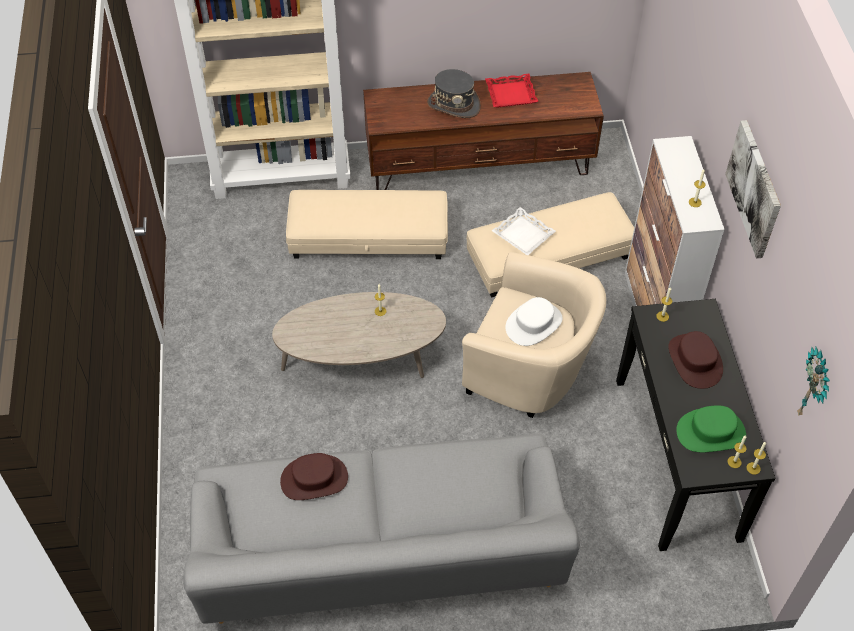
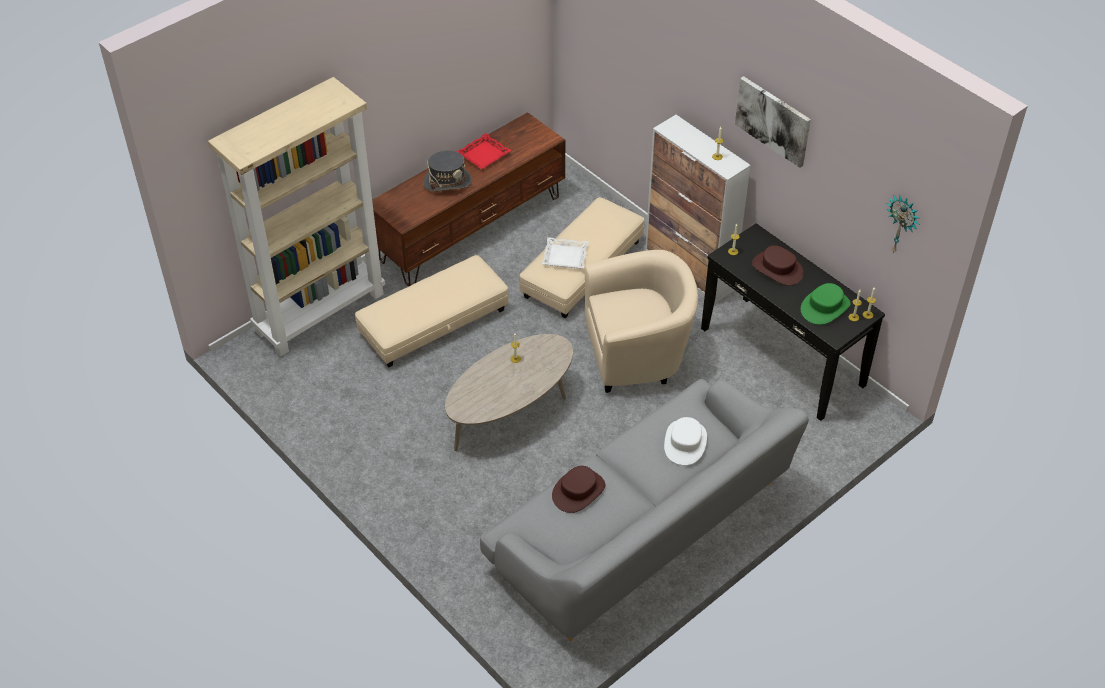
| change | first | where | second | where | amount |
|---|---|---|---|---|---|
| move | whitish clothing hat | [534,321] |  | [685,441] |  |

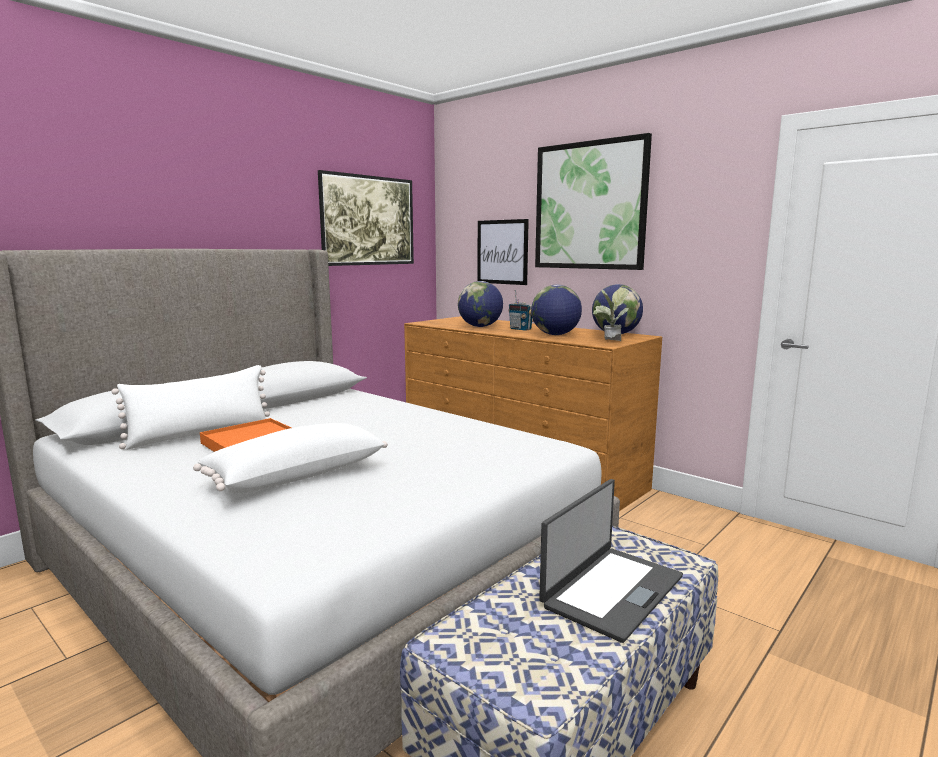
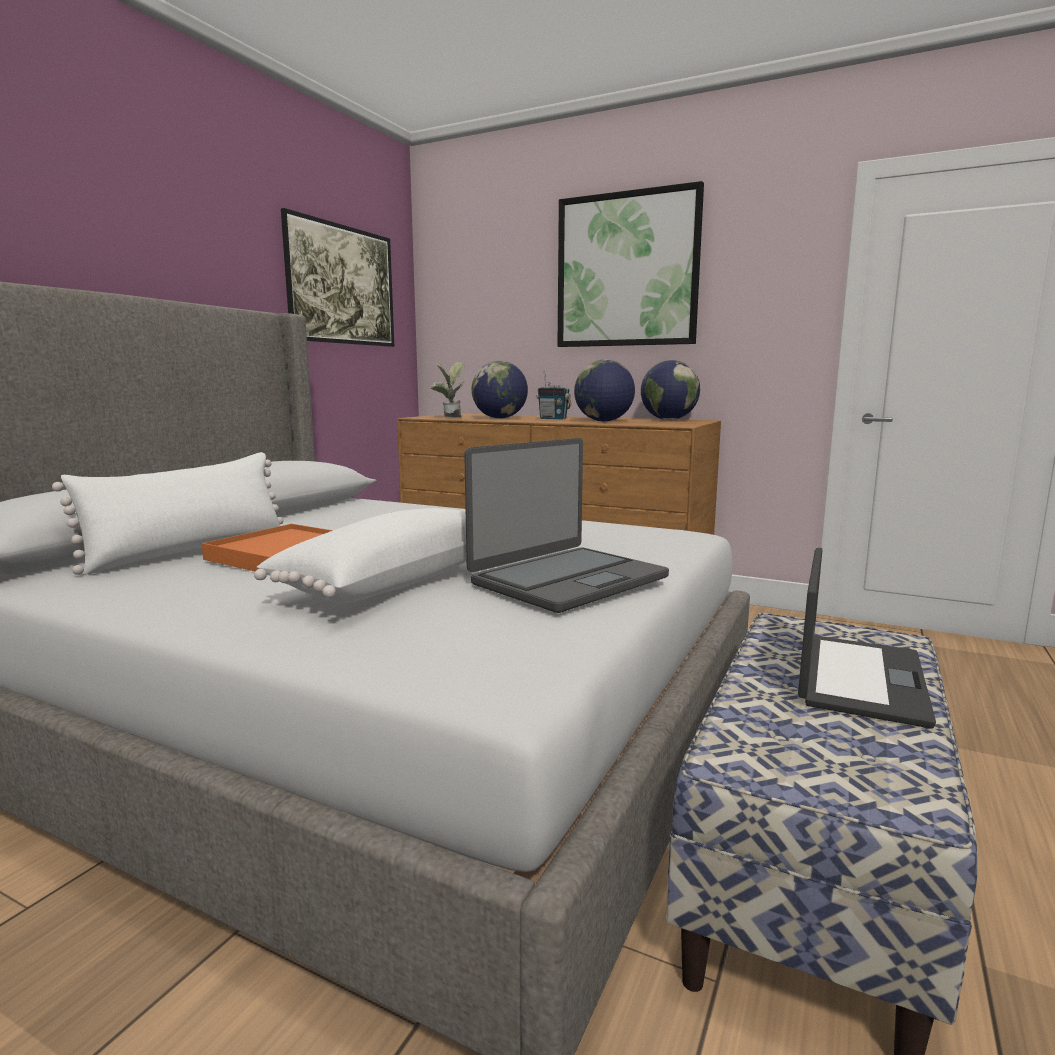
| change | first | where | second | where | amount |
|---|---|---|---|---|---|
| delete | wall picture | [503,252] |  |  |  |
| insert |  |  | portable computer | [566,525] |  |
| move | potted plant | [611,314] |  | [447,390] |  |

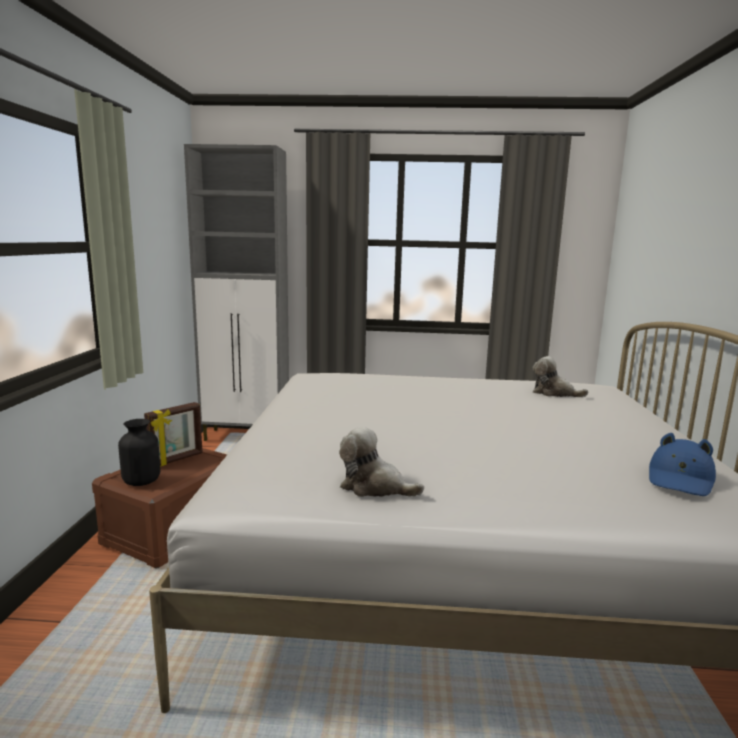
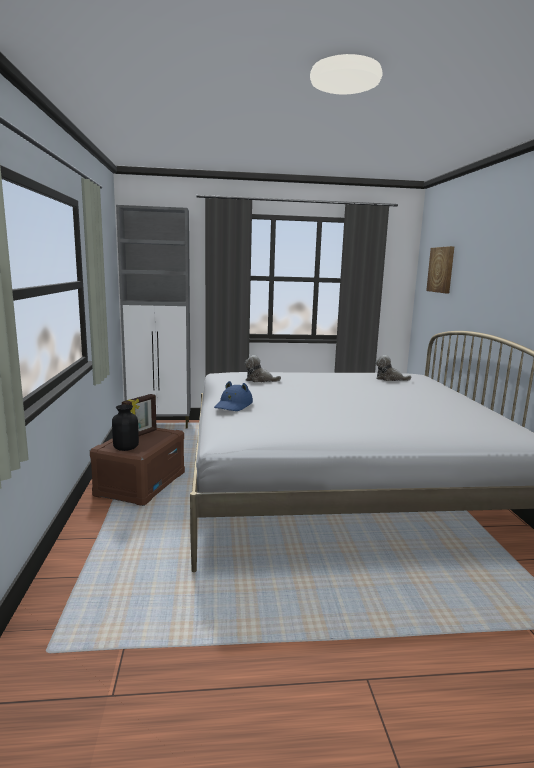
| change | first | where | second | where | amount |
|---|---|---|---|---|---|
| insert |  |  | wall picture | [440,269] |  |
| move | plush toy | [381,462] |  | [263,368] |  |
| move | bluish clothing hat | [682,464] |  | [233,396] |  |

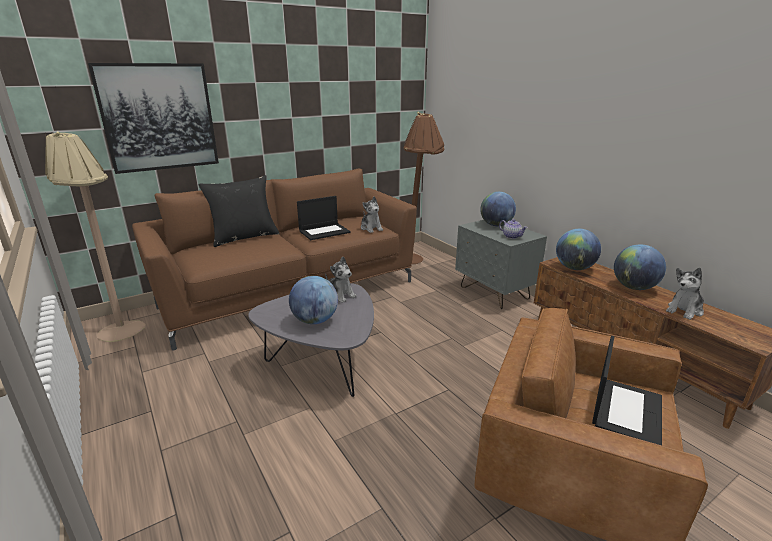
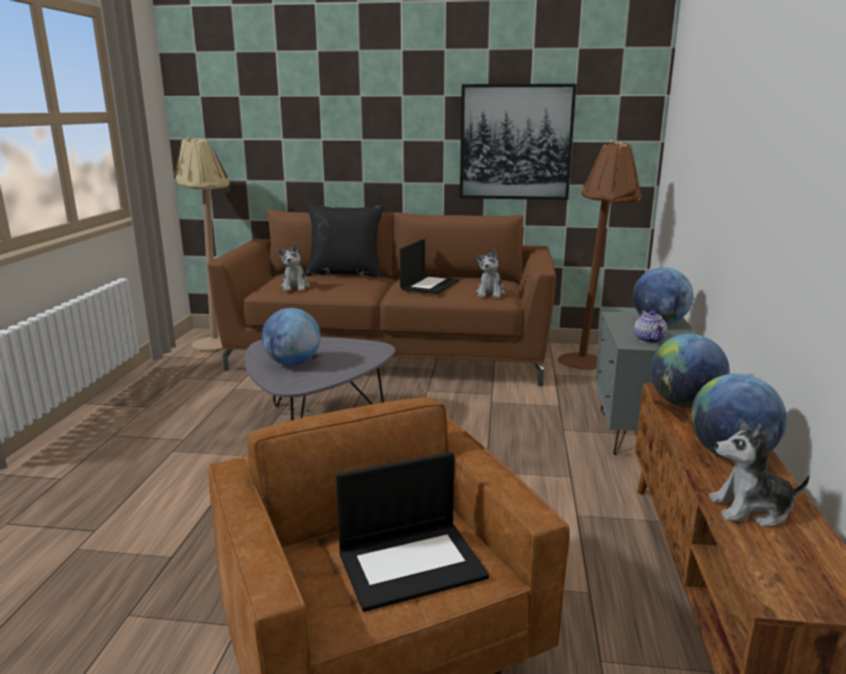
| change | first | where | second | where | amount |
|---|---|---|---|---|---|
| move | wall picture | [153,118] |  | [518,142] |  |
| move | plush toy | [341,280] |  | [293,267] |  |
| rotate | portable computer | [324,218] |  | [429,266] | 75 degrees counterclockwise |

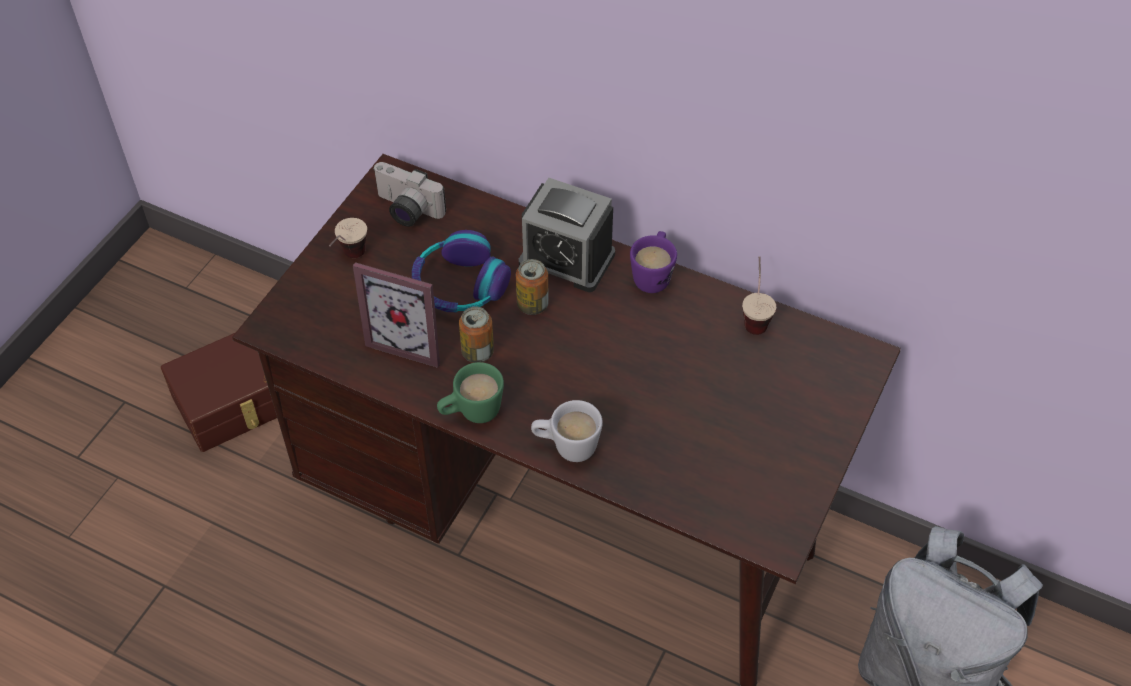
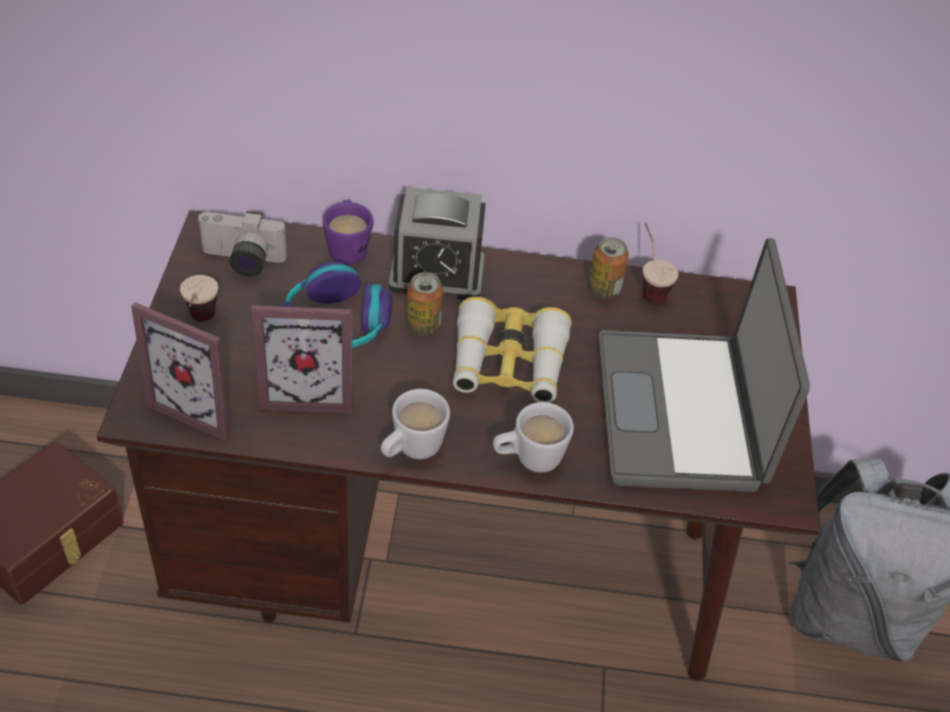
| change | first | where | second | where | amount |
|---|---|---|---|---|---|
| insert |  |  | picture frame | [180,371] |  |
| insert |  |  | binoculars | [512,350] |  |
| insert |  |  | portable computer | [704,365] |  |
| move | sealed can | [476,334] |  | [608,268] |  |
| move | purple mug | [653,262] |  | [348,232] |  |
| recolor | green mug | [470,392] | whitish mug | [415,424] |  |

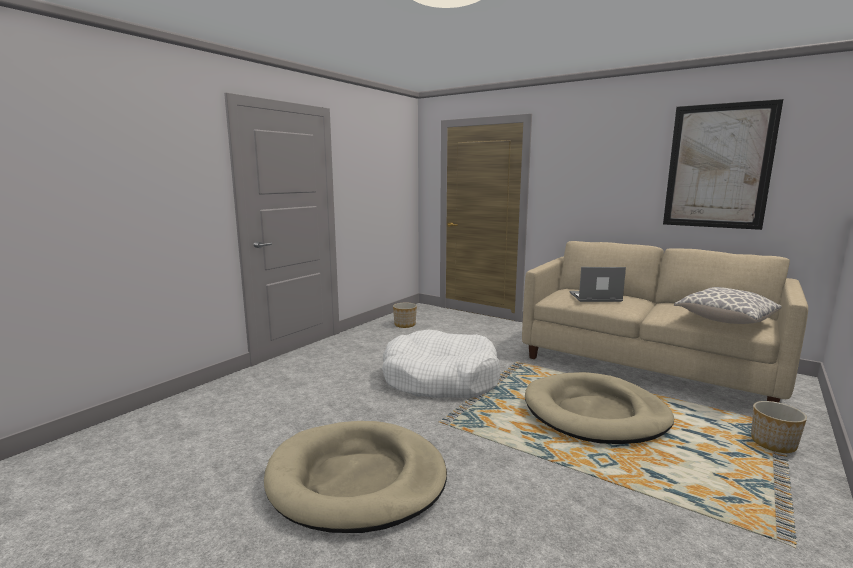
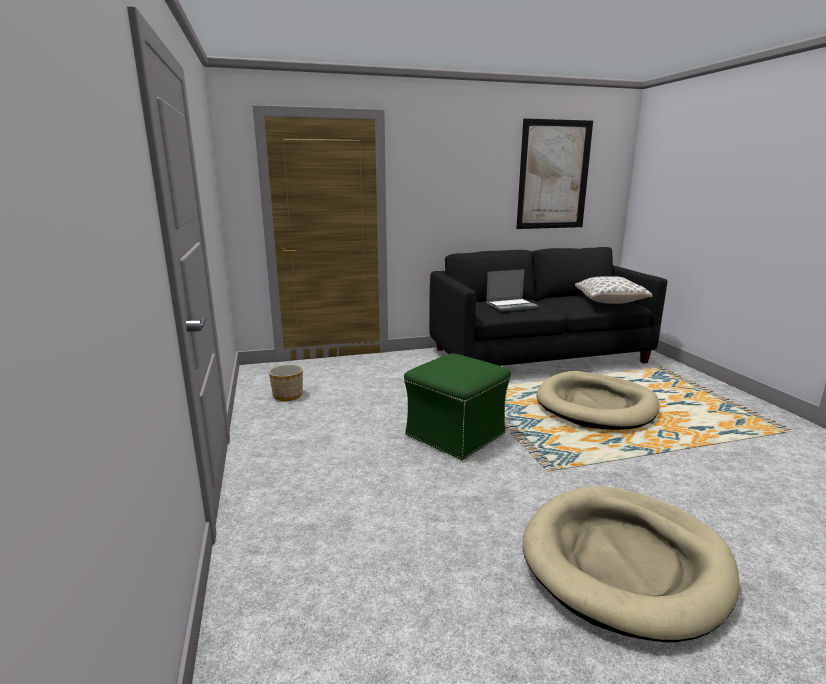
| change | first | where | second | where | amount |
|---|---|---|---|---|---|
| delete | plant pot | [779,427] |  |  |  |
| replace | whitish dog bed | [441,364] | green pouffe | [457,406] |  |
| recolor | sand-coloured sofa | [665,322] | black sofa | [548,306] |  |
| rotate | portable computer | [598,284] |  | [512,290] | 150 degrees counterclockwise |

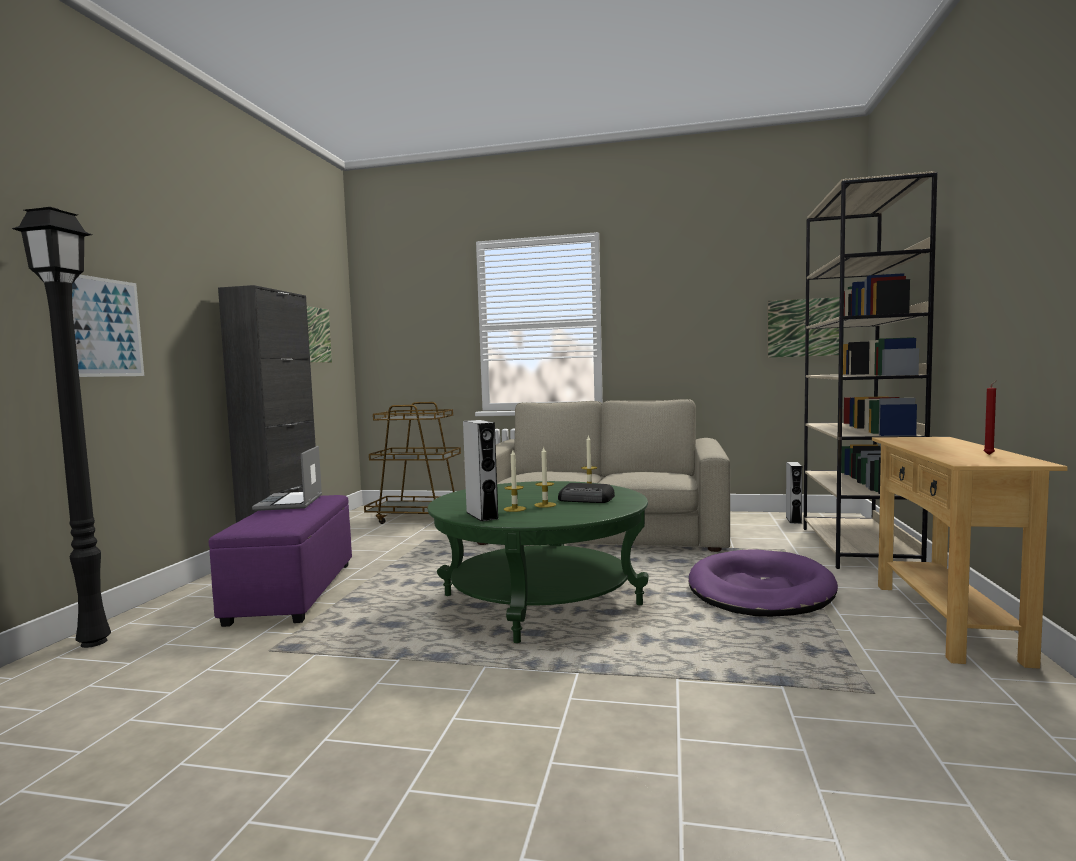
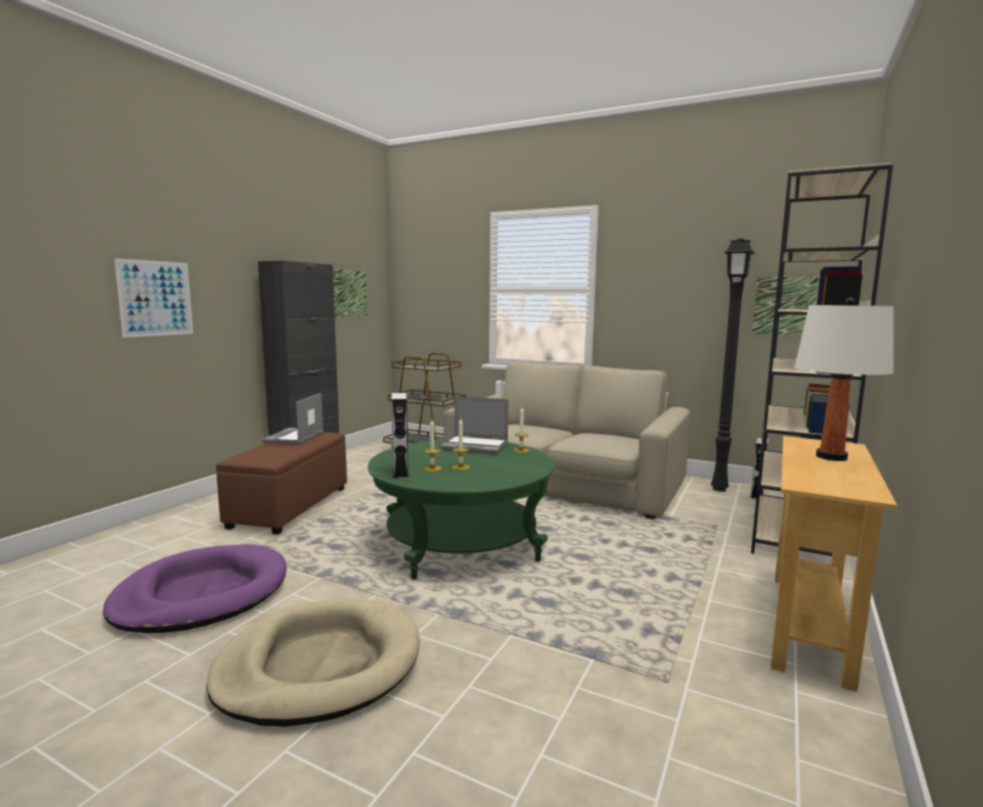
| change | first | where | second | where | amount |
|---|---|---|---|---|---|
| delete | radio | [586,493] |  |  |  |
| delete | red-coloured wax candle | [990,417] |  |  |  |
| insert |  |  | sand-coloured dog bed | [313,663] |  |
| insert |  |  | portable computer | [474,425] |  |
| insert |  |  | whitish tabletop lamp | [844,379] |  |
| move | black floor lamp | [61,427] |  | [733,365] |  |
| move | purple dog bed | [763,583] |  | [195,588] |  |
| recolor | purple pouffe | [280,561] | brown-coloured pouffe | [281,483] |  |

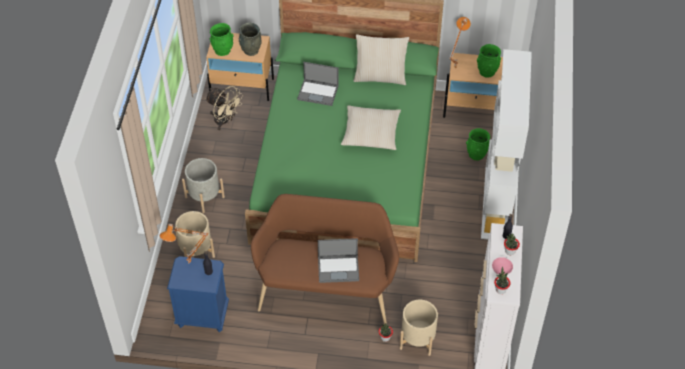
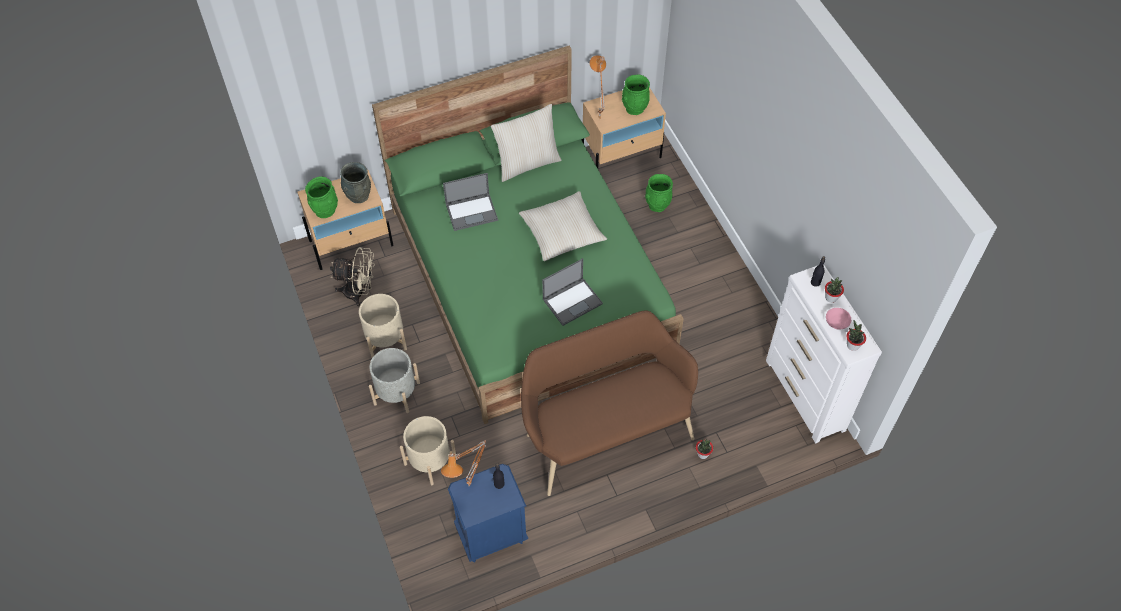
| change | first | where | second | where | amount |
|---|---|---|---|---|---|
| delete | whitish shelving unit | [506,144] |  |  |  |
| move | portable computer | [338,260] |  | [572,292] |  |
| move | sand-coloured plant pot | [419,328] |  | [383,326] |  |

